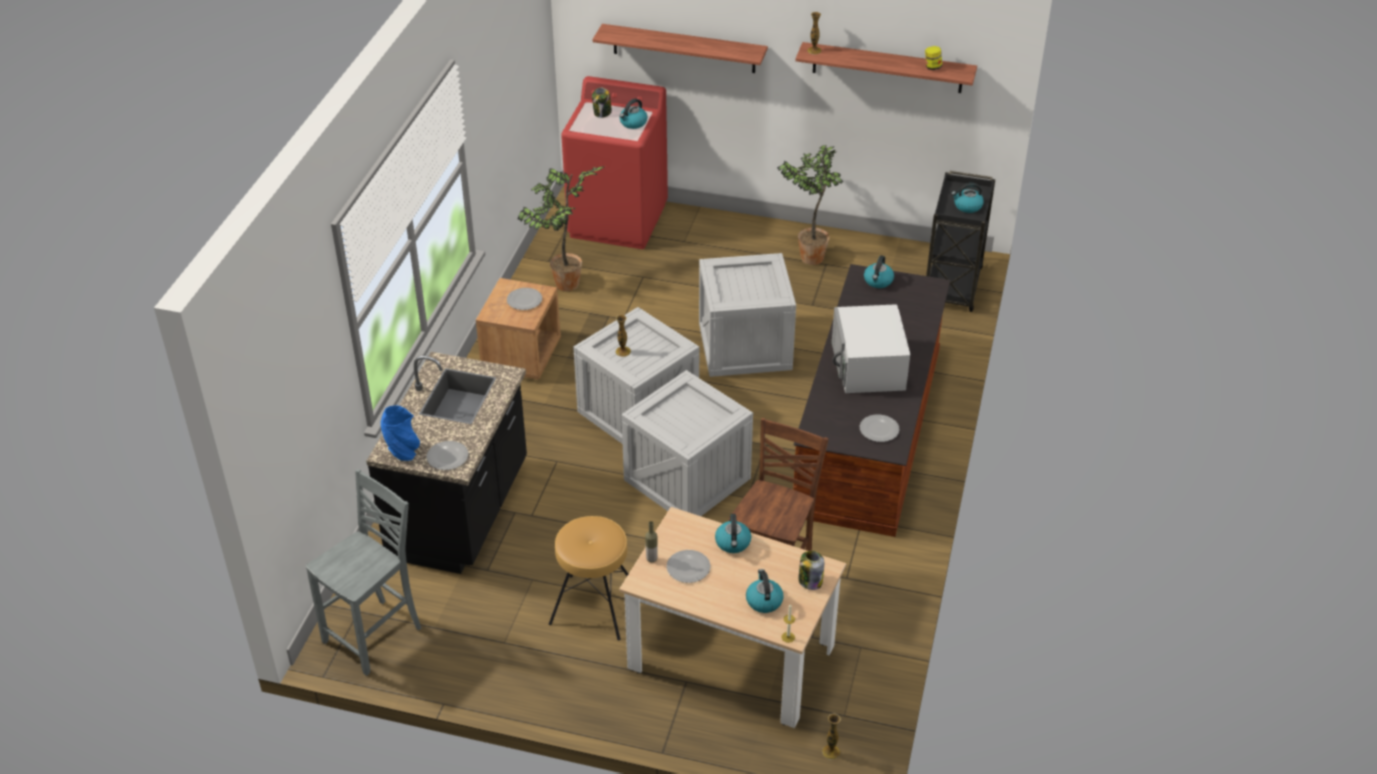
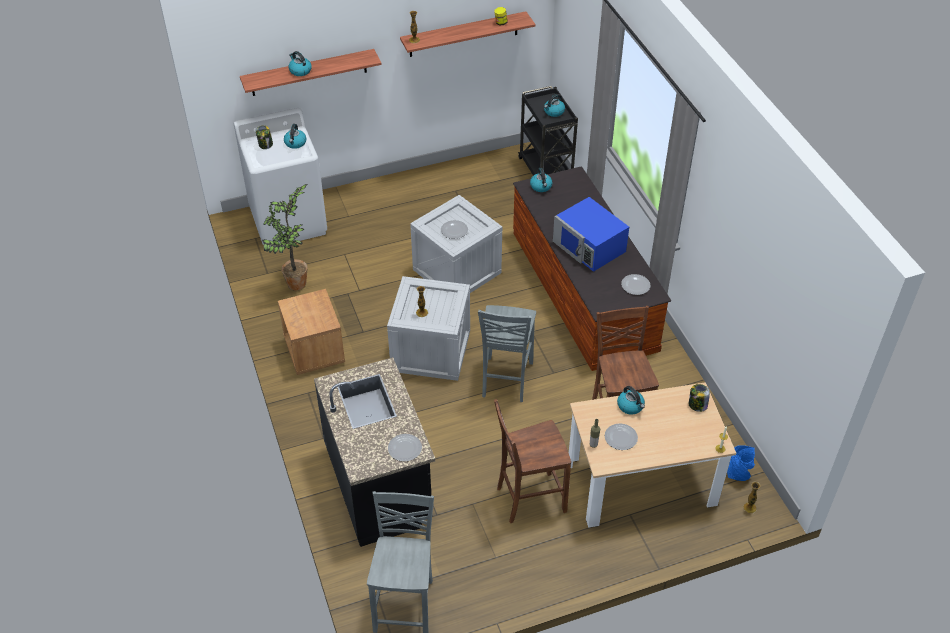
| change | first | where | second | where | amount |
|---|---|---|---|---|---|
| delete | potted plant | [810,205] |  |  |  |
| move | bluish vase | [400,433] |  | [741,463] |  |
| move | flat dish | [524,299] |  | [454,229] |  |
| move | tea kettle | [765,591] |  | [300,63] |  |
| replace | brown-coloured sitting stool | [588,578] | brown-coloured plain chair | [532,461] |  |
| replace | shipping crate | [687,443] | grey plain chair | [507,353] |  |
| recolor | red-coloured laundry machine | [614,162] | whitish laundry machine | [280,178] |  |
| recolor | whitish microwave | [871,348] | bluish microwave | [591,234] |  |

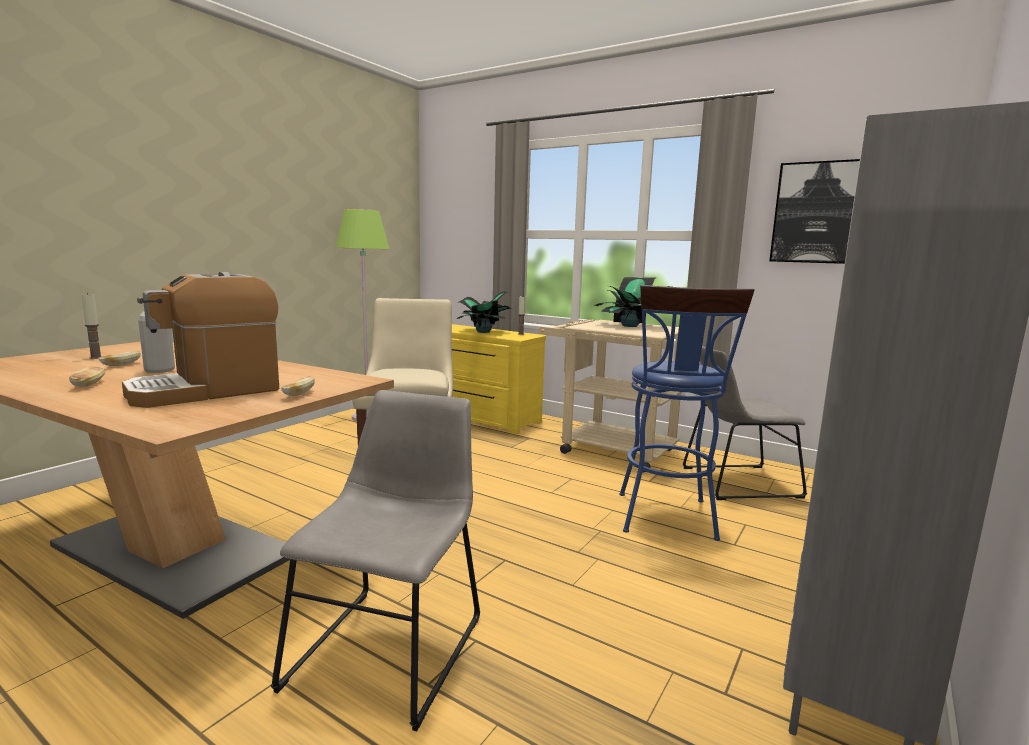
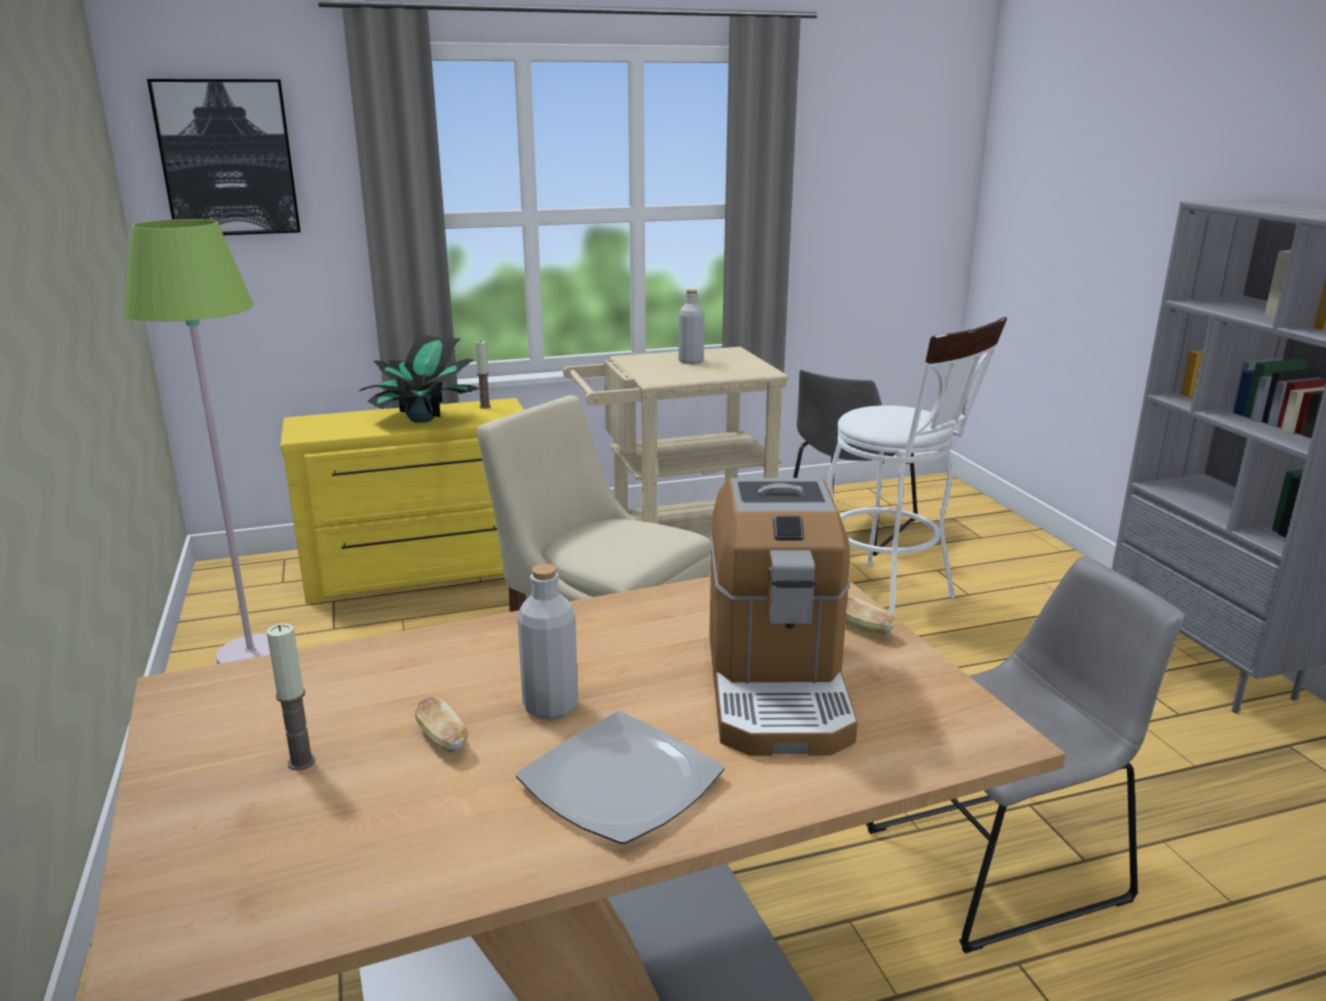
| change | first | where | second | where | amount |
|---|---|---|---|---|---|
| move | wall picture | [814,211] |  | [224,157] |  |
| replace | bread | [87,376] | flat dish | [620,777] |  |
| replace | potted plant | [633,302] | grey bottle | [691,326] |  |
| recolor | bluish sitting stool | [687,413] | whitish sitting stool | [917,466] |  |
| rotate | grey plain chair | [375,561] |  | [1025,755] | 105 degrees clockwise |

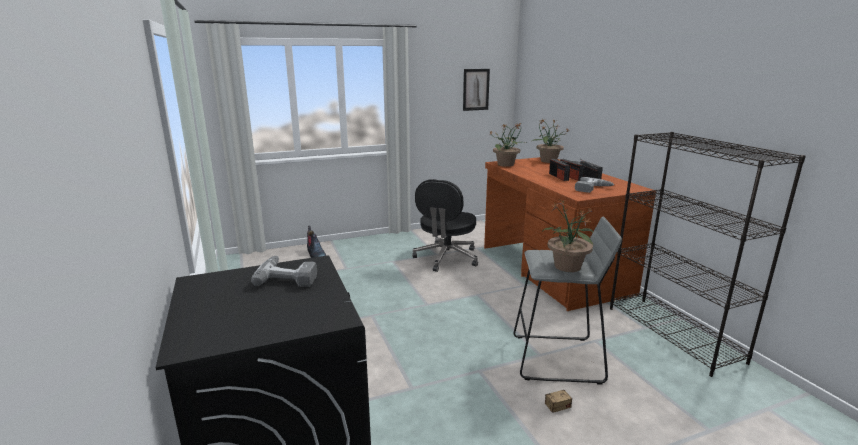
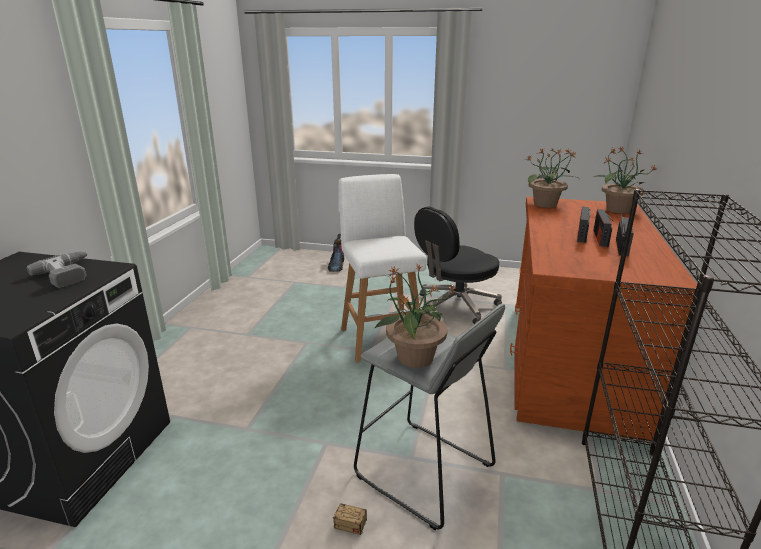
| change | first | where | second | where | amount |
|---|---|---|---|---|---|
| delete | wall picture | [476,90] |  |  |  |
| delete | drill | [594,185] |  |  |  |
| insert |  |  | whitish sitting stool | [382,268] |  |

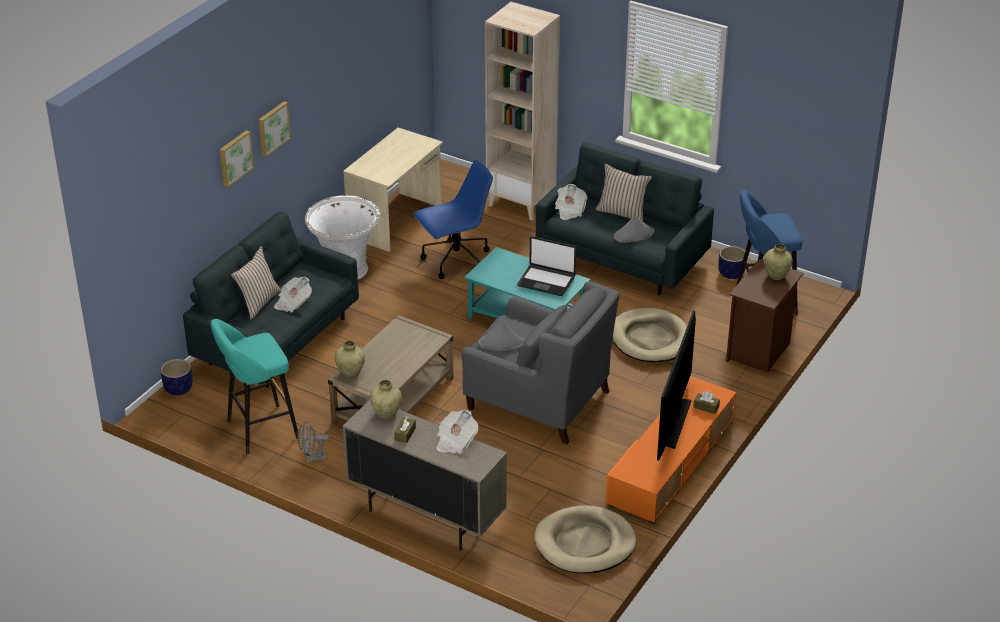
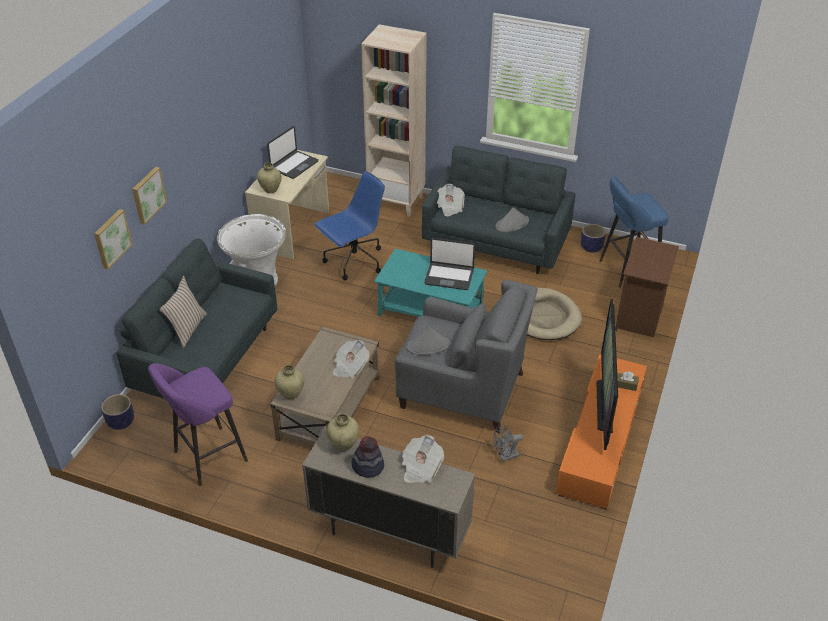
| change | first | where | second | where | amount |
|---|---|---|---|---|---|
| delete | sand-coloured dog bed | [585,539] |  |  |  |
| delete | sand-coloured cushion | [624,192] |  |  |  |
| insert |  |  | portable computer | [293,152] |  |
| move | wall picture | [275,129] |  | [113,239] |  |
| move | printed paper | [293,295] |  | [351,359] |  |
| move | grey fan | [313,441] |  | [508,443] |  |
| move | sand-coloured vase | [778,262] |  | [269,178] |  |
| replace | brown-coloured tissue holder | [405,430] | clothing hat | [368,457] |  |
| recolor | blue-green sitting stool | [254,386] | purple sitting stool | [198,424] |  |

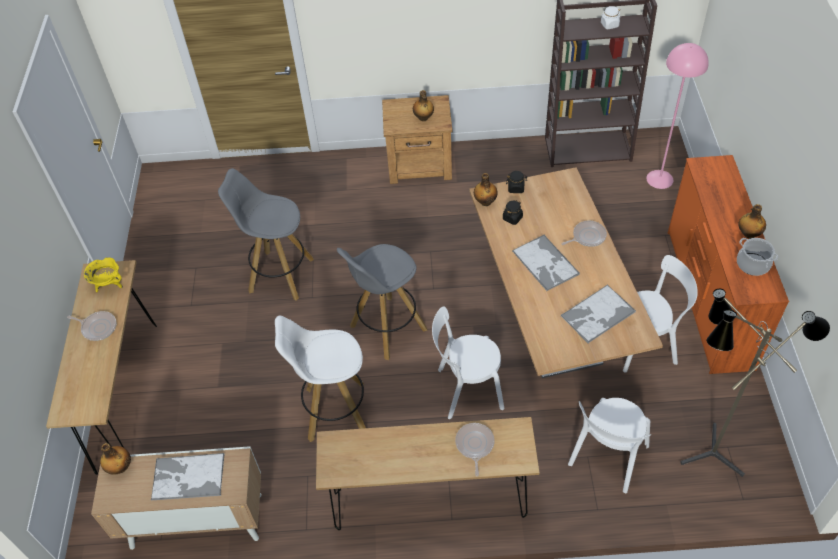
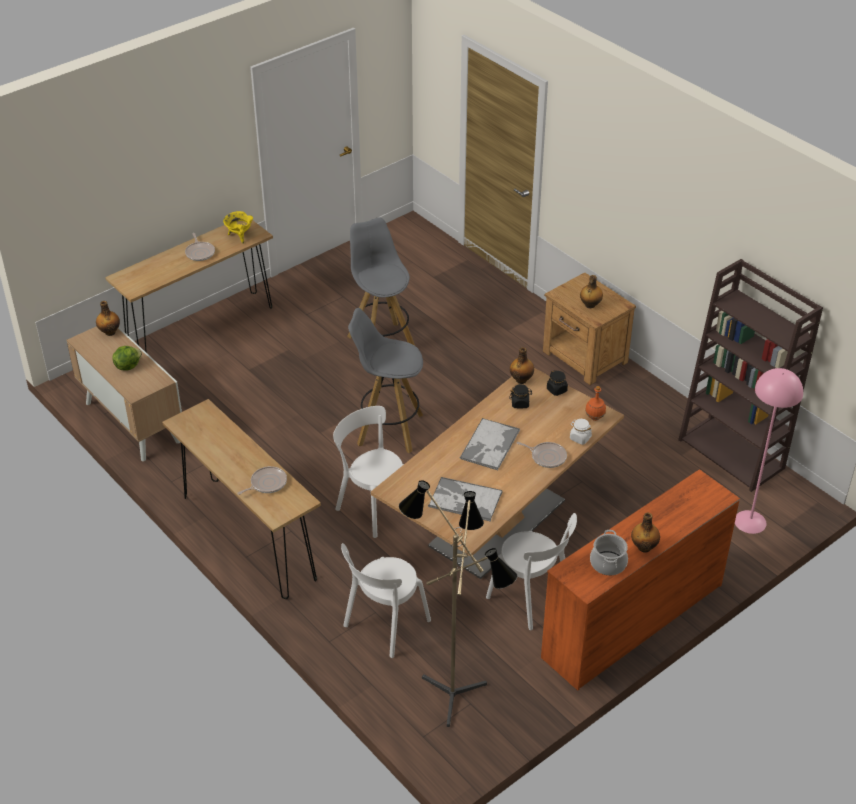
| change | first | where | second | where | amount |
|---|---|---|---|---|---|
| delete | whitish sitting stool | [320,378] |  |  |  |
| insert |  |  | orange bottle | [595,403] |  |
| move | whitish storage jar | [611,17] |  | [581,432] |  |
| replace | tray | [187,476] | lettuce | [127,358] |  |
| rotate | whitish plain chair | [609,446] |  | [386,600] | 45 degrees counterclockwise |

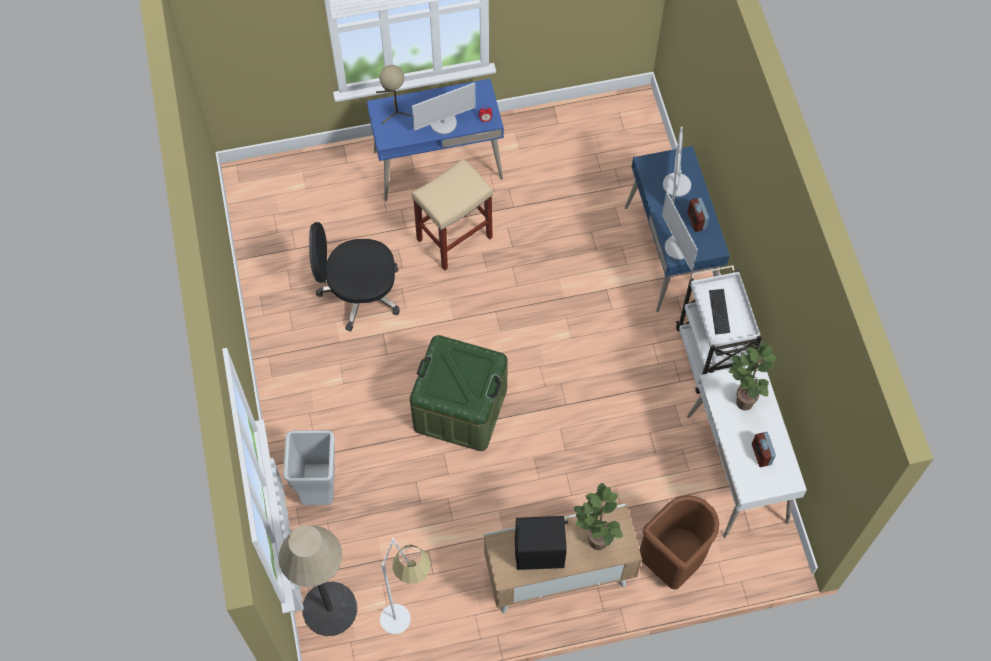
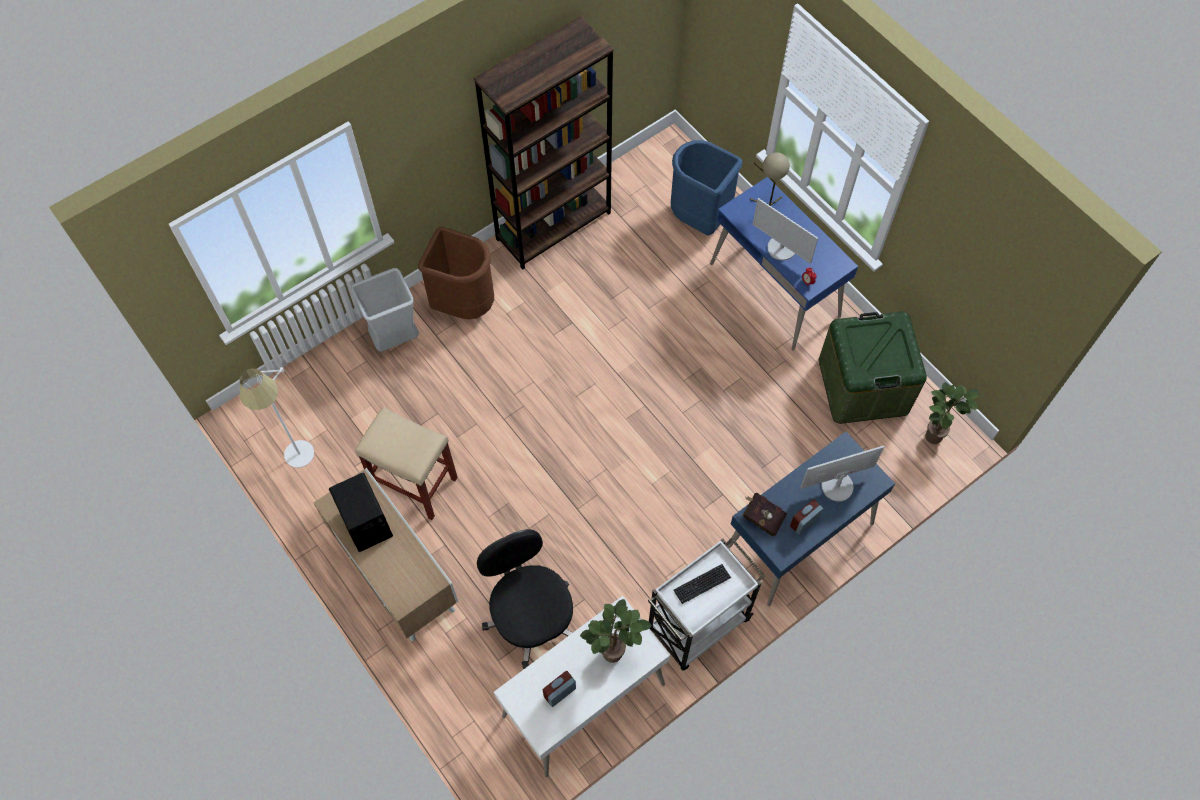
| change | first | where | second | where | amount |
|---|---|---|---|---|---|
| delete | floor lamp | [318,580] |  |  |  |
| insert |  |  | brown-coloured shelving unit | [544,143] |  |
| insert |  |  | bluish waste bin | [706,188] |  |
| move | black office chair | [354,276] |  | [525,599] |  |
| move | green storage bin | [459,393] |  | [873,367] |  |
| move | sand-coloured sitting stool | [452,214] |  | [406,463] |  |
| move | potted plant | [598,516] |  | [952,413] |  |
| move | brown-coloured waste bin | [679,542] |  | [456,273] |  |
| replace | computer display | [680,231] | red-coloured bound book | [764,514] |  |

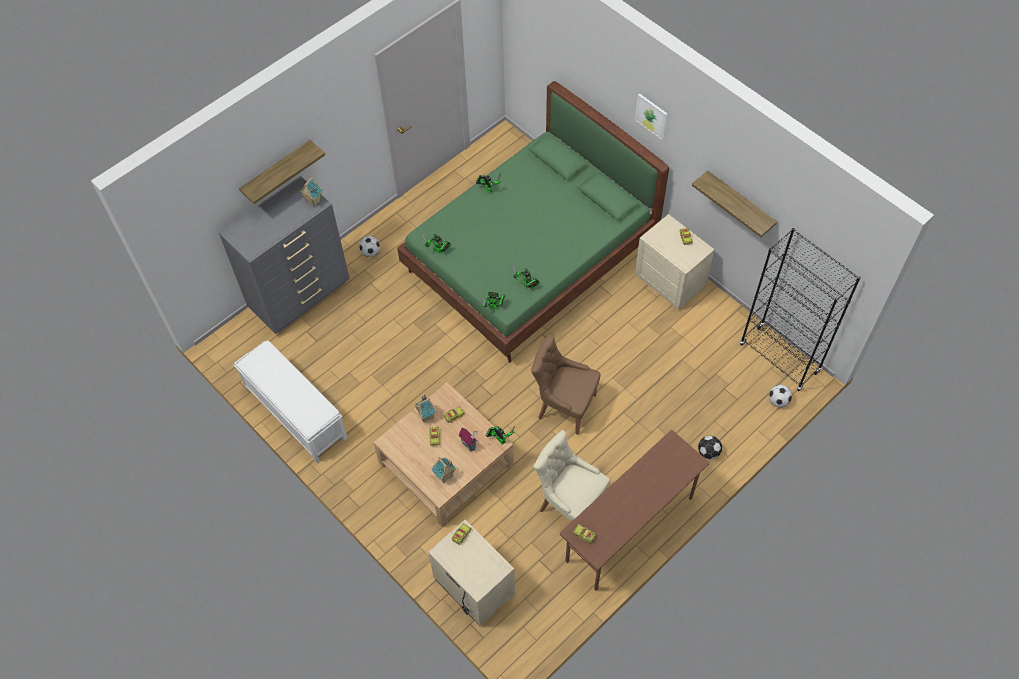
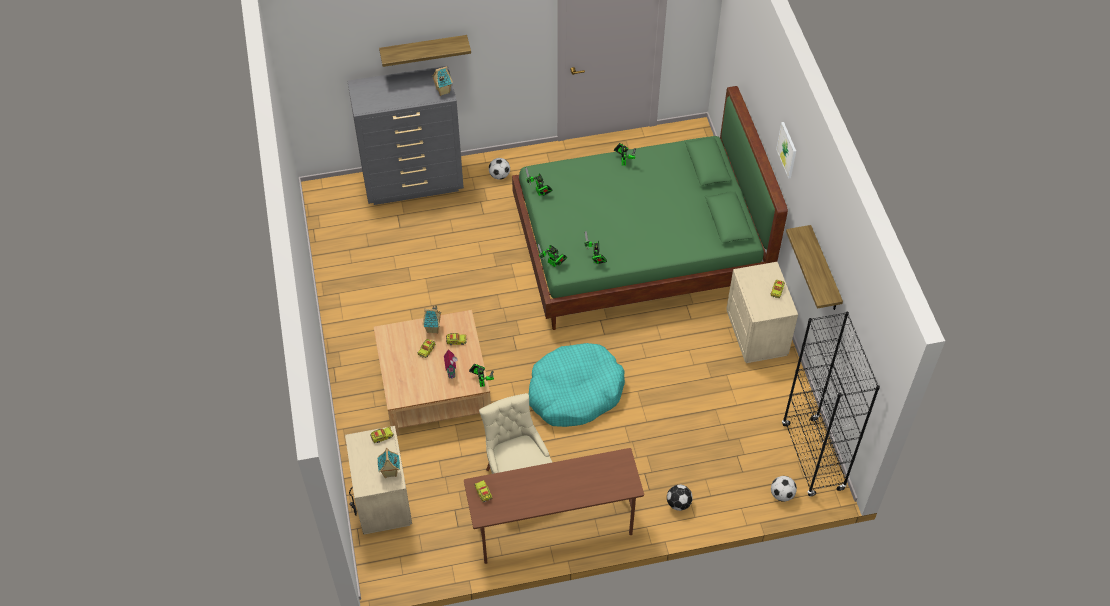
| change | first | where | second | where | amount |
|---|---|---|---|---|---|
| delete | whitish bench | [290,402] |  |  |  |
| move | miniature house | [444,470] |  | [389,463] |  |
| replace | brown-coloured plain chair | [566,384] | blue-green dog bed | [577,385] |  |

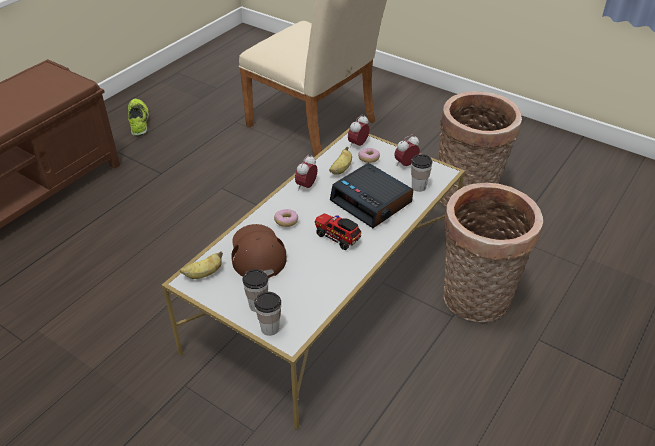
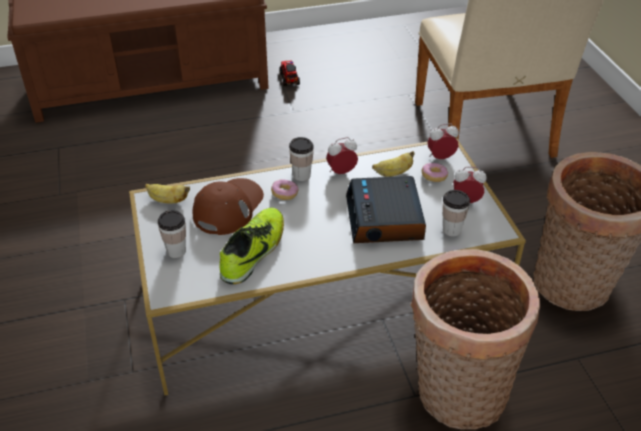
| change | first | where | second | where | amount |
|---|---|---|---|---|---|
| move | low shoe | [138,117] |  | [251,246] |  |
| move | drinking cup | [267,314] |  | [301,159] |  |
| move | toy lorry | [338,232] |  | [289,73] |  |

